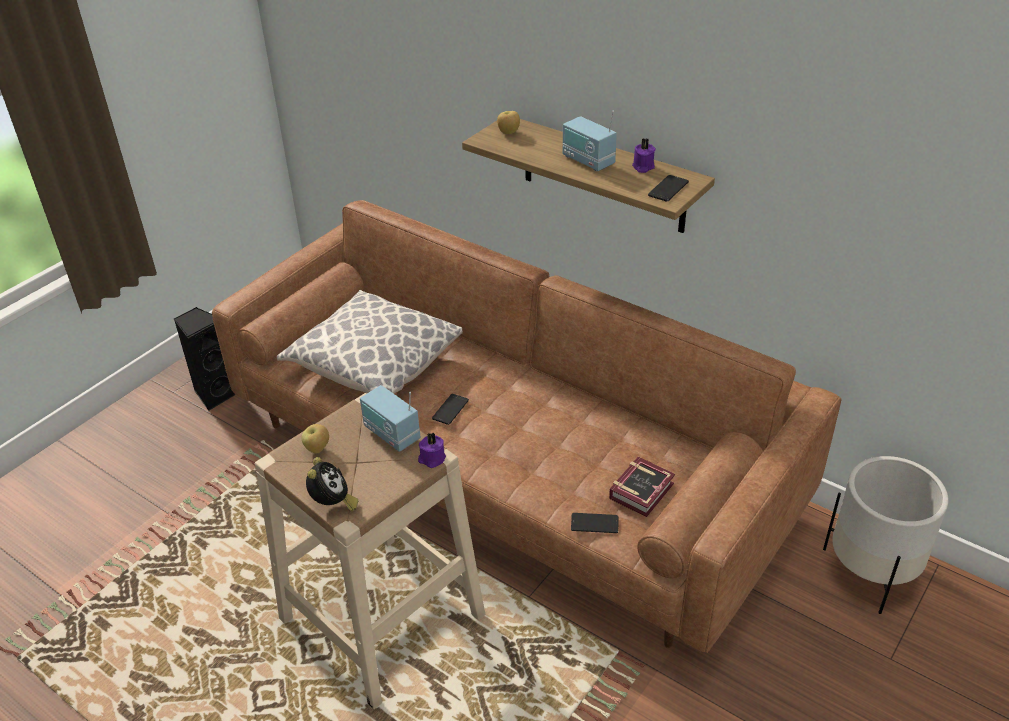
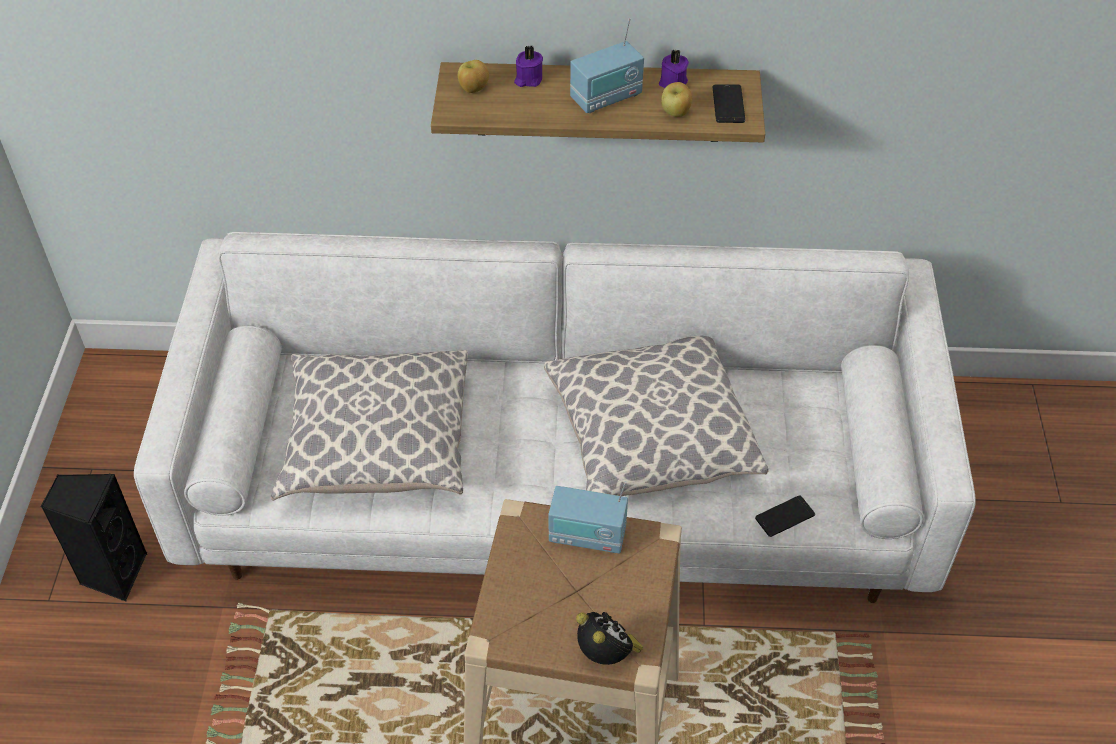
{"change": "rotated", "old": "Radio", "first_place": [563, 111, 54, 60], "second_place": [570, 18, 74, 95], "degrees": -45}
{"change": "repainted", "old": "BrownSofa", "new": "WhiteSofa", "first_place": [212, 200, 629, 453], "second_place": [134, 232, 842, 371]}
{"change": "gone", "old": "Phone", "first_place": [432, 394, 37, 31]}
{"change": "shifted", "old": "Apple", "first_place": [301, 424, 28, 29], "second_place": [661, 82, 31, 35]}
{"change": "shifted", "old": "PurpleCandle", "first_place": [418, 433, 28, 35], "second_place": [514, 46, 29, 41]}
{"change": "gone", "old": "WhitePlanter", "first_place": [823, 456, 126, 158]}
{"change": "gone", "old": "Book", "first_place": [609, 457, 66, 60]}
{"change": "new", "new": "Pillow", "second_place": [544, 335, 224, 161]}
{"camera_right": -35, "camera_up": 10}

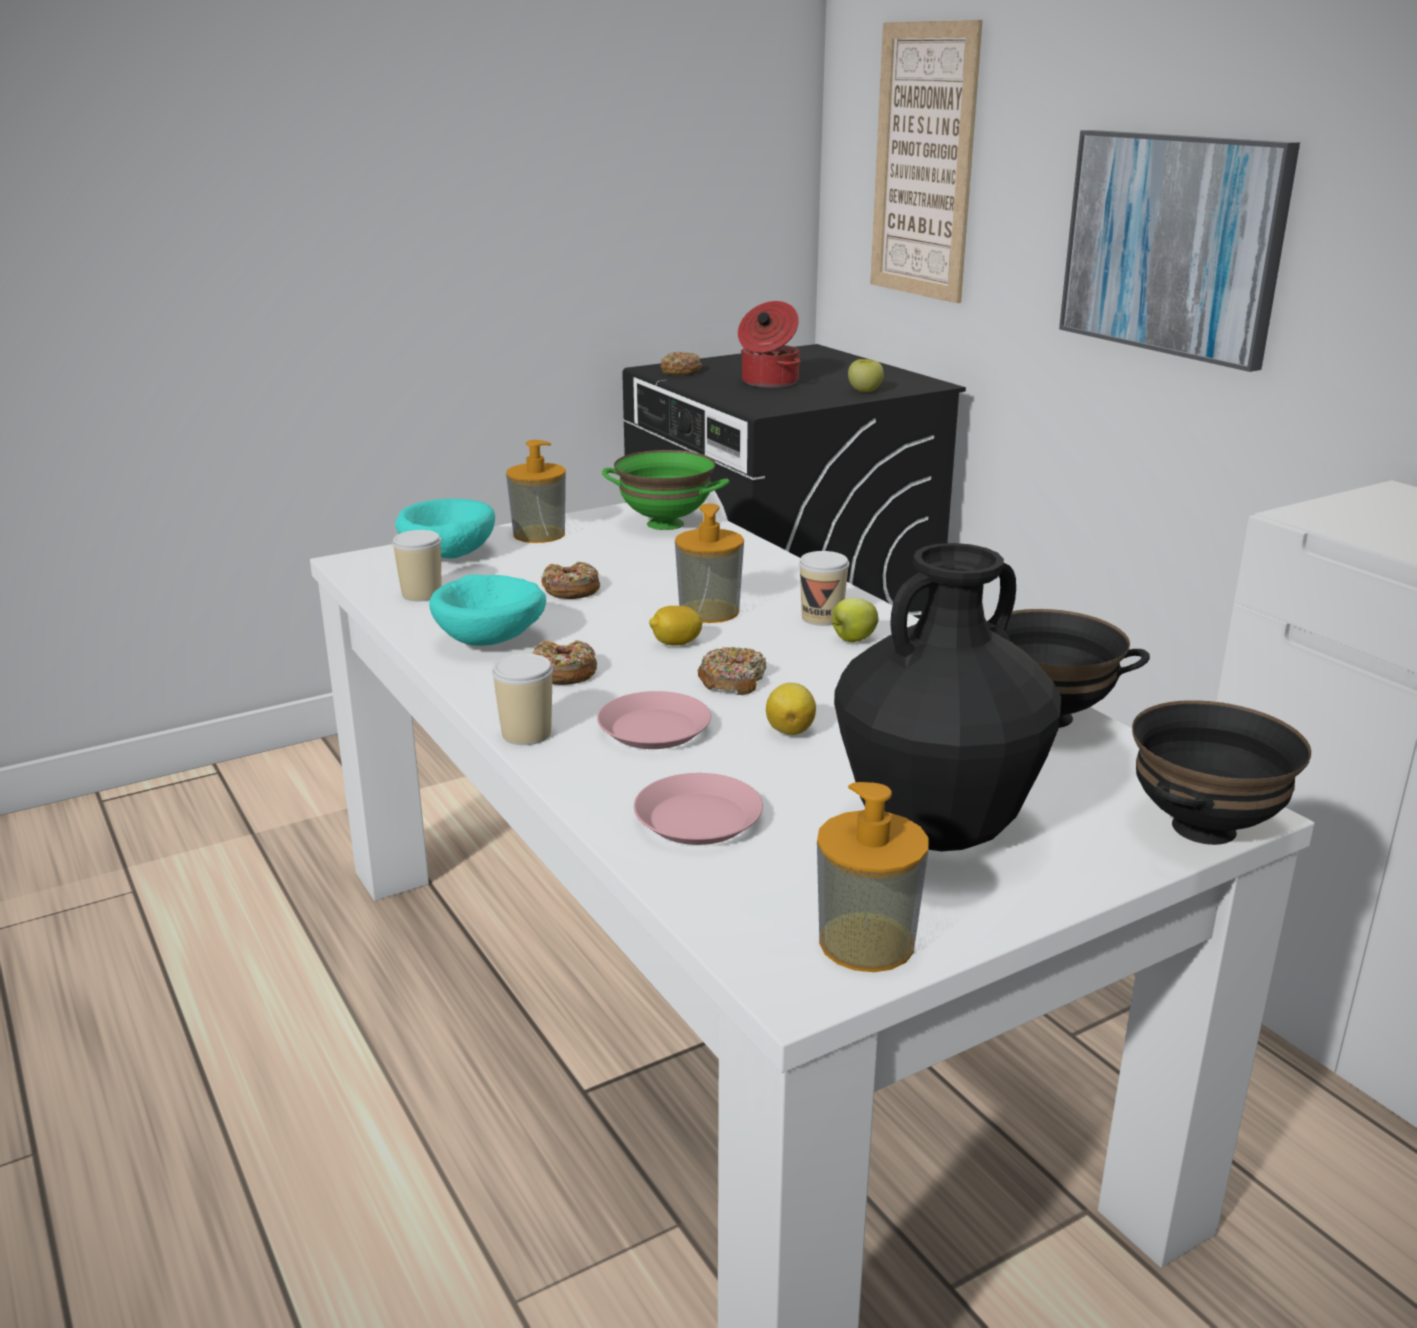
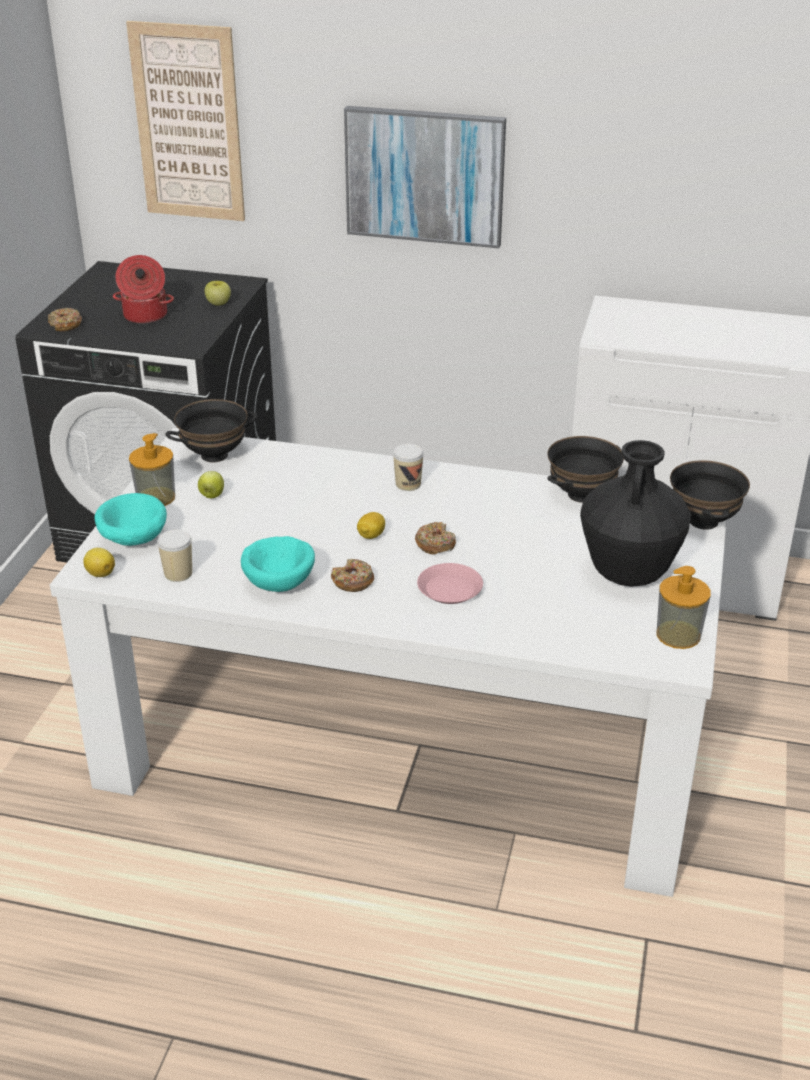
{"change": "repainted", "old": "GreenBowl", "new": "BlackBowl", "first_place": [602, 450, 127, 80], "second_place": [165, 399, 92, 63]}
{"change": "gone", "old": "SoapDispenser", "first_place": [675, 503, 69, 120]}
{"change": "gone", "old": "Donut", "first_place": [541, 561, 59, 38]}
{"change": "shifted", "old": "Apple", "first_place": [832, 597, 46, 45], "second_place": [198, 471, 26, 27]}
{"change": "gone", "old": "Cup", "first_place": [492, 654, 61, 91]}
{"change": "shifted", "old": "Lemon", "first_place": [766, 683, 50, 52], "second_place": [83, 548, 32, 29]}
{"change": "gone", "old": "PinkPlate", "first_place": [634, 773, 129, 72]}
{"camera_right": -45, "camera_up": 10}

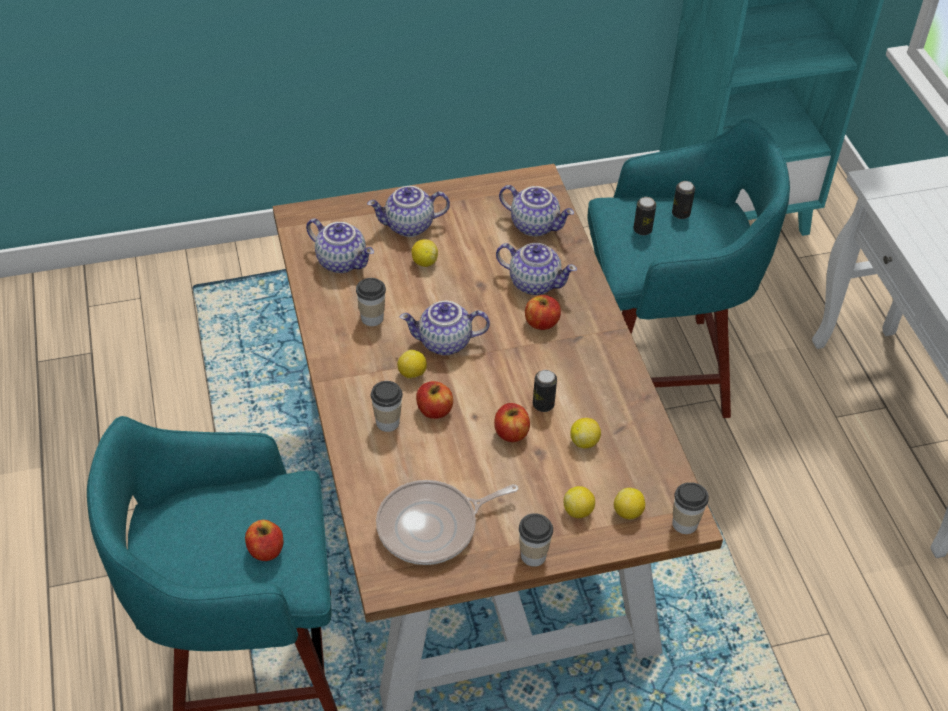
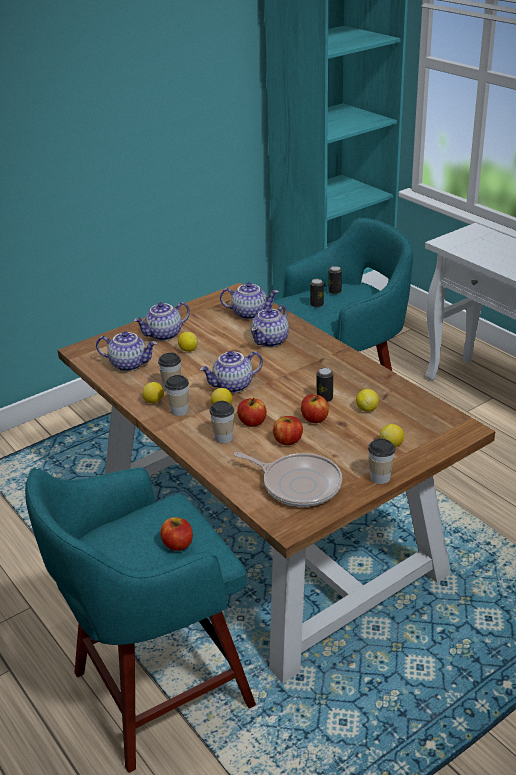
{"change": "rotated", "old": "Teapot", "first_place": [496, 243, 81, 52], "second_place": [251, 305, 38, 42], "degrees": 120}
{"change": "shifted", "old": "Apple", "first_place": [525, 295, 36, 35], "second_place": [273, 416, 30, 29]}
{"change": "rotated", "old": "FryingPan", "first_place": [376, 480, 143, 85], "second_place": [234, 452, 108, 55], "degrees": -105}
{"change": "shifted", "old": "Cup", "first_place": [672, 482, 37, 52], "second_place": [165, 375, 24, 41]}
{"change": "shifted", "old": "Lemon", "first_place": [614, 488, 31, 32], "second_place": [142, 382, 22, 22]}
{"camera_right": -20, "camera_up": -15}

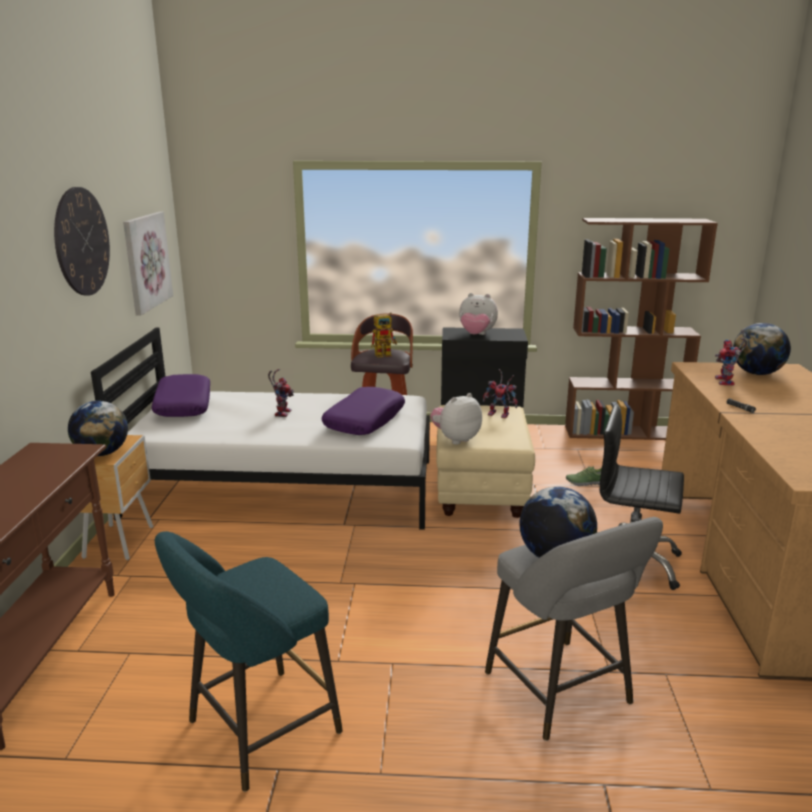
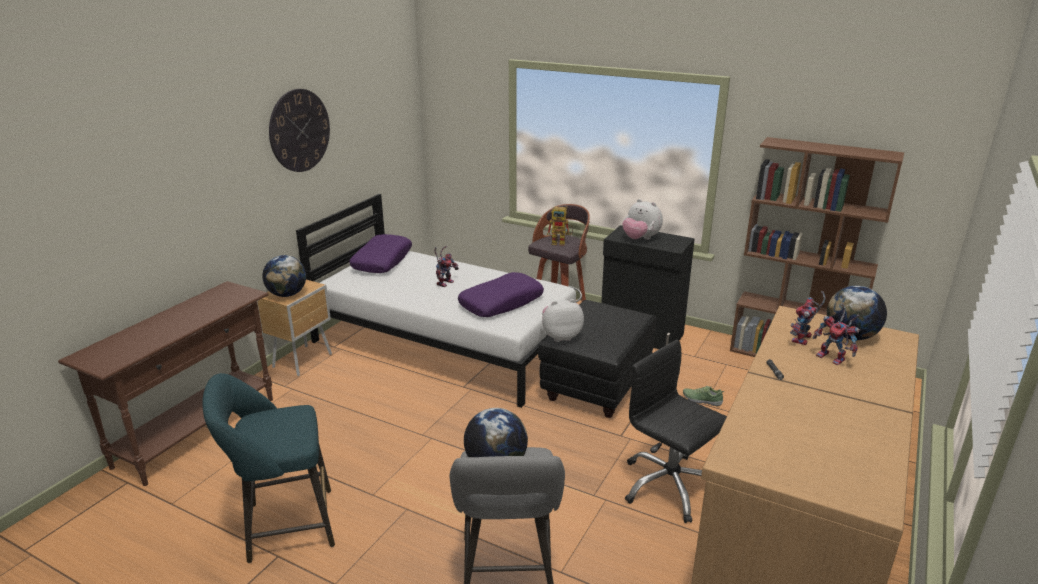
{"change": "gone", "old": "Picture", "first_place": [123, 212, 50, 104]}
{"change": "shifted", "old": "ToyRobot", "first_place": [483, 369, 35, 49], "second_place": [813, 303, 47, 62]}
{"change": "repainted", "old": "BeigeOttoman", "new": "BlackOttoman", "first_place": [436, 405, 99, 113], "second_place": [538, 300, 119, 118]}
{"camera_right": 25, "camera_up": 5}

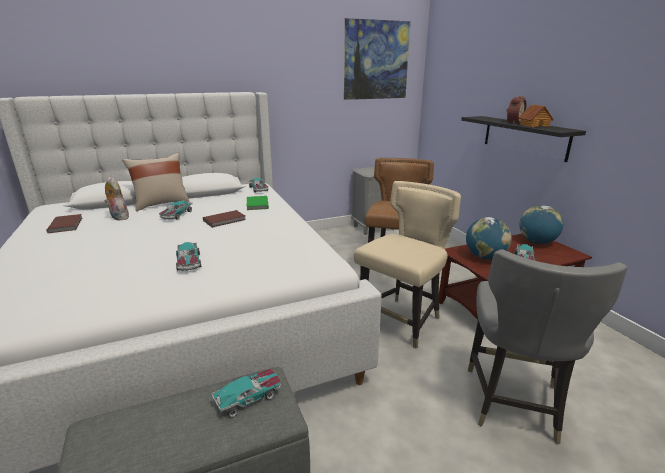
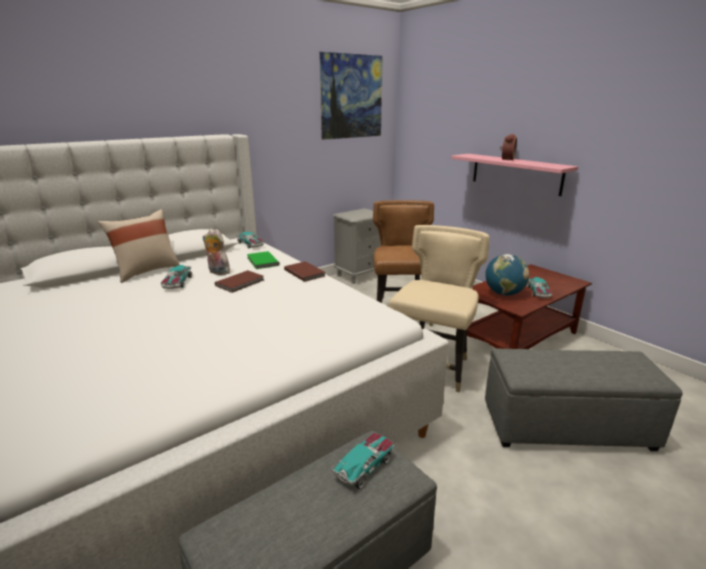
{"change": "gone", "old": "ToyHouse", "first_place": [518, 104, 36, 23]}
{"change": "repainted", "old": "BlackShelf", "new": "PinkShelf", "first_place": [461, 116, 125, 46], "second_place": [451, 154, 127, 42]}
{"change": "shifted", "old": "PlushToy", "first_place": [104, 177, 25, 43], "second_place": [203, 229, 27, 46]}
{"change": "gone", "old": "Globe", "first_place": [519, 205, 44, 39]}
{"change": "shifted", "old": "BrownBook", "first_place": [46, 214, 36, 19], "second_place": [284, 261, 41, 21]}
{"change": "gone", "old": "ToyCar", "first_place": [176, 242, 25, 29]}
{"change": "swapped", "old": "GreyChair", "new": "GreyOttoman", "first_place": [468, 249, 160, 195], "second_place": [485, 349, 198, 102]}
{"camera_right": -15, "camera_up": 0}

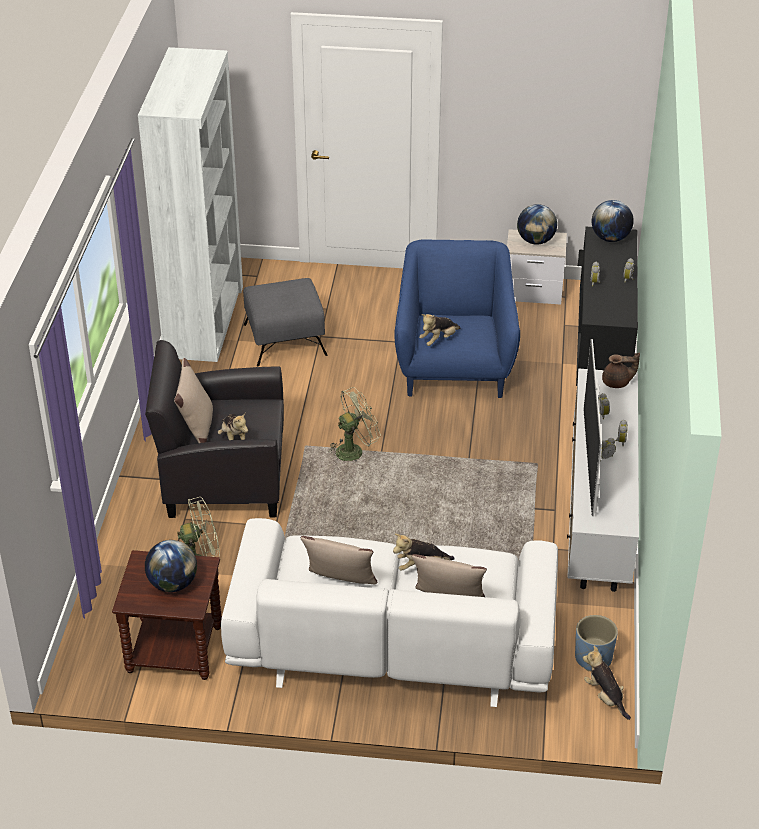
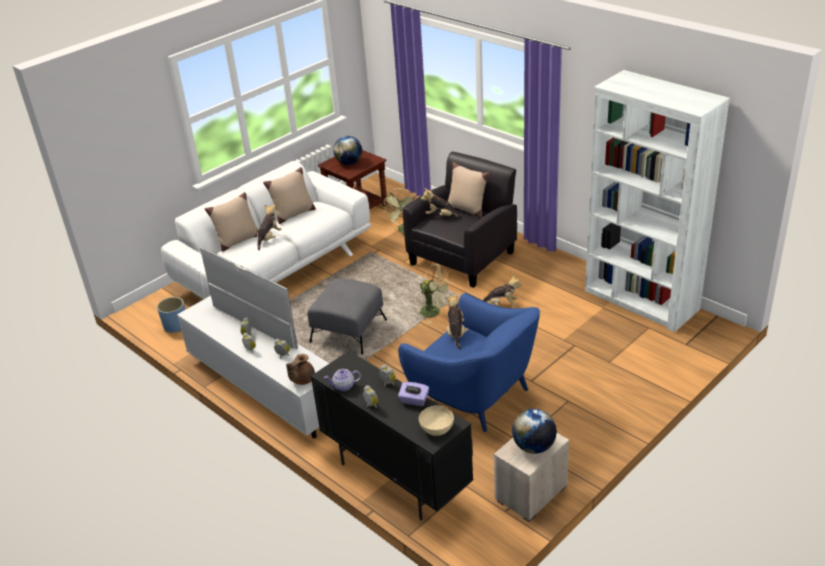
{"change": "swapped", "old": "Globe", "new": "BeigeBowl", "first_place": [592, 200, 42, 42], "second_place": [419, 406, 35, 30]}
{"change": "shifted", "old": "GreyOttoman", "first_place": [243, 278, 84, 89], "second_place": [307, 278, 80, 76]}
{"change": "rotated", "old": "GreenFan", "first_place": [329, 387, 52, 75], "second_place": [420, 265, 31, 58], "degrees": -75}
{"change": "shifted", "old": "PlushToy", "first_place": [583, 646, 48, 74], "second_place": [482, 275, 40, 31]}
{"change": "new", "new": "Teapot", "second_place": [324, 369, 37, 22]}
{"change": "new", "new": "PurpleTissueBox", "second_place": [398, 382, 31, 24]}
{"camera_right": 130, "camera_up": -5}

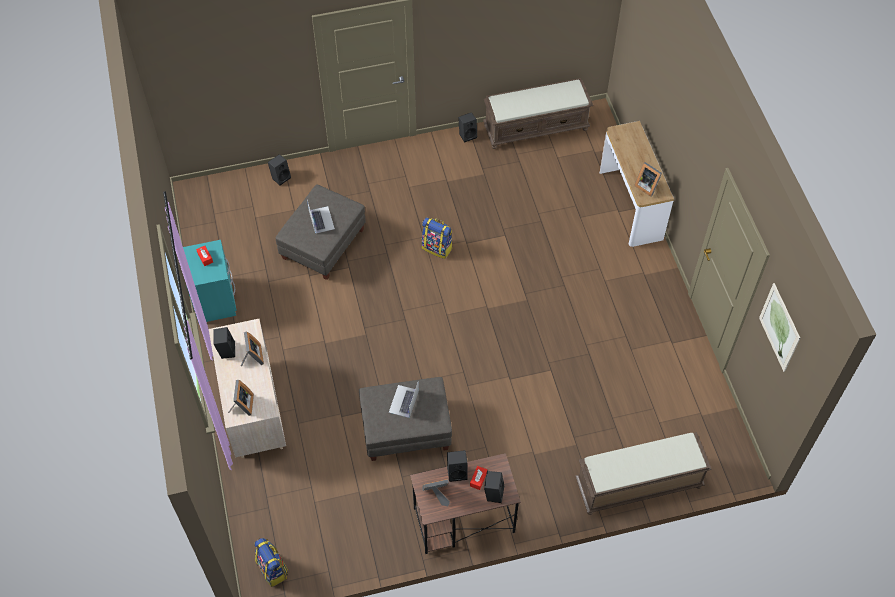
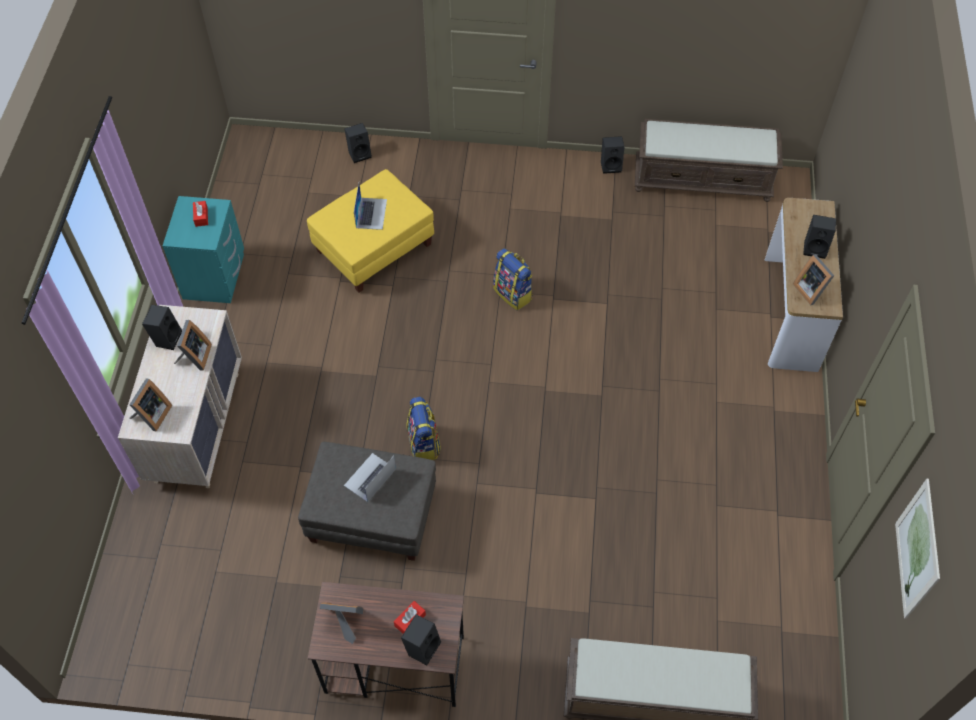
{"change": "repainted", "old": "GreyOttoman", "new": "YellowOttoman", "first_place": [275, 184, 91, 96], "second_place": [307, 169, 127, 124]}
{"change": "shifted", "old": "BlackSpeaker", "first_place": [447, 450, 21, 32], "second_place": [803, 215, 33, 44]}
{"change": "shifted", "old": "Backpack", "first_place": [254, 538, 34, 49], "second_place": [406, 397, 35, 63]}
{"camera_right": 20, "camera_up": 0}

